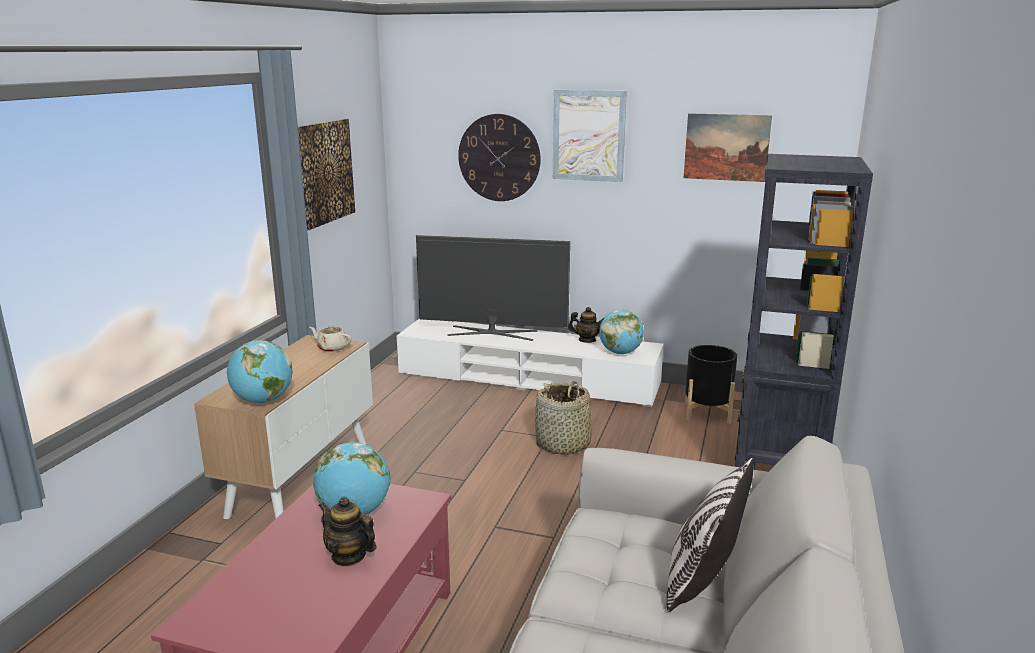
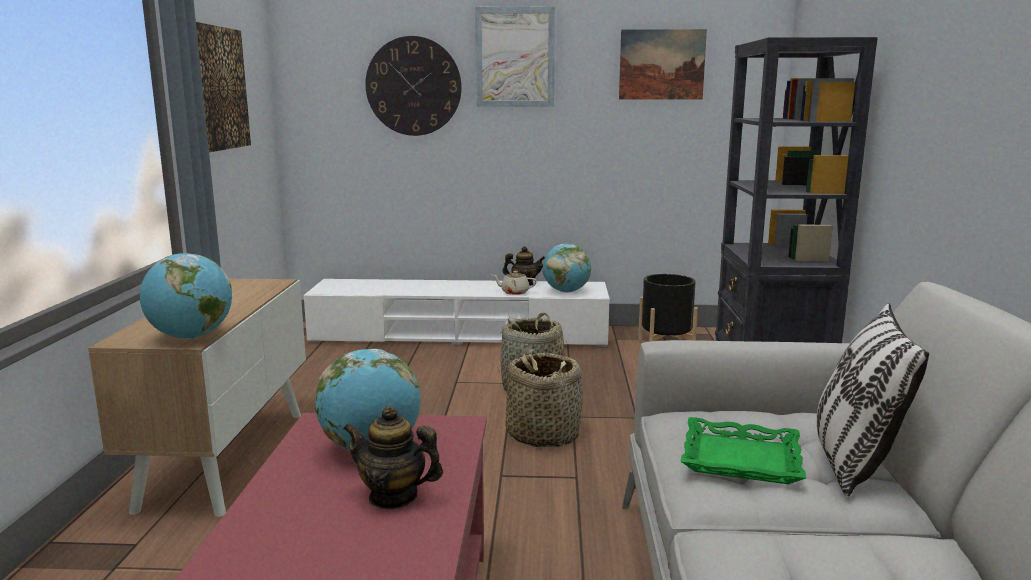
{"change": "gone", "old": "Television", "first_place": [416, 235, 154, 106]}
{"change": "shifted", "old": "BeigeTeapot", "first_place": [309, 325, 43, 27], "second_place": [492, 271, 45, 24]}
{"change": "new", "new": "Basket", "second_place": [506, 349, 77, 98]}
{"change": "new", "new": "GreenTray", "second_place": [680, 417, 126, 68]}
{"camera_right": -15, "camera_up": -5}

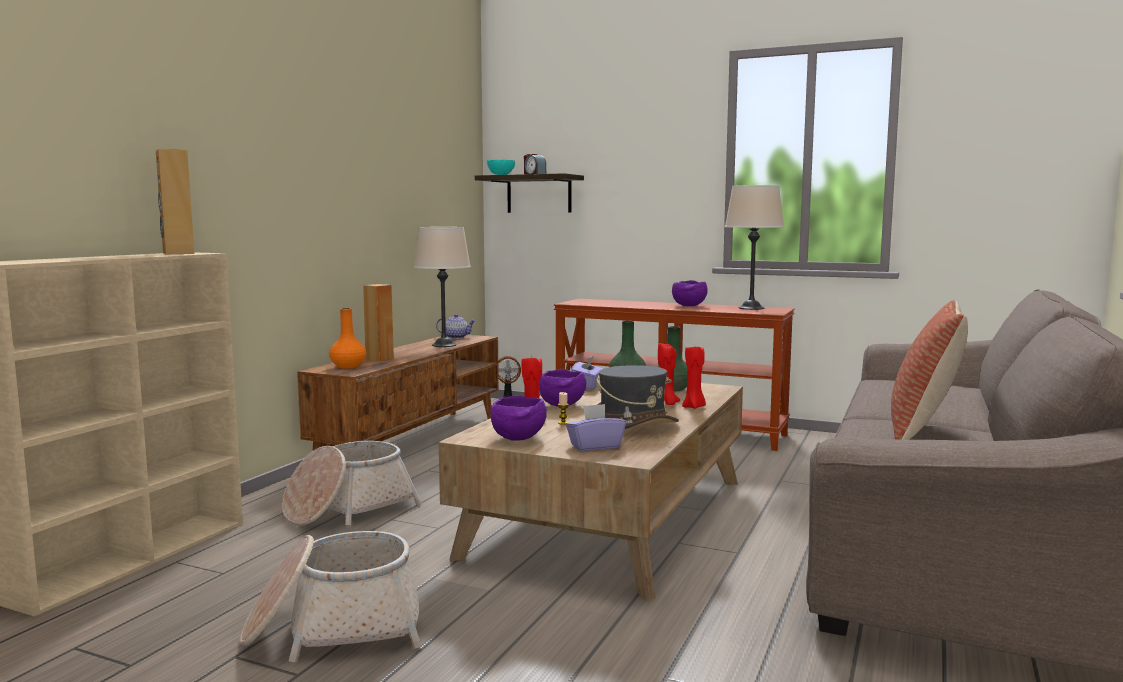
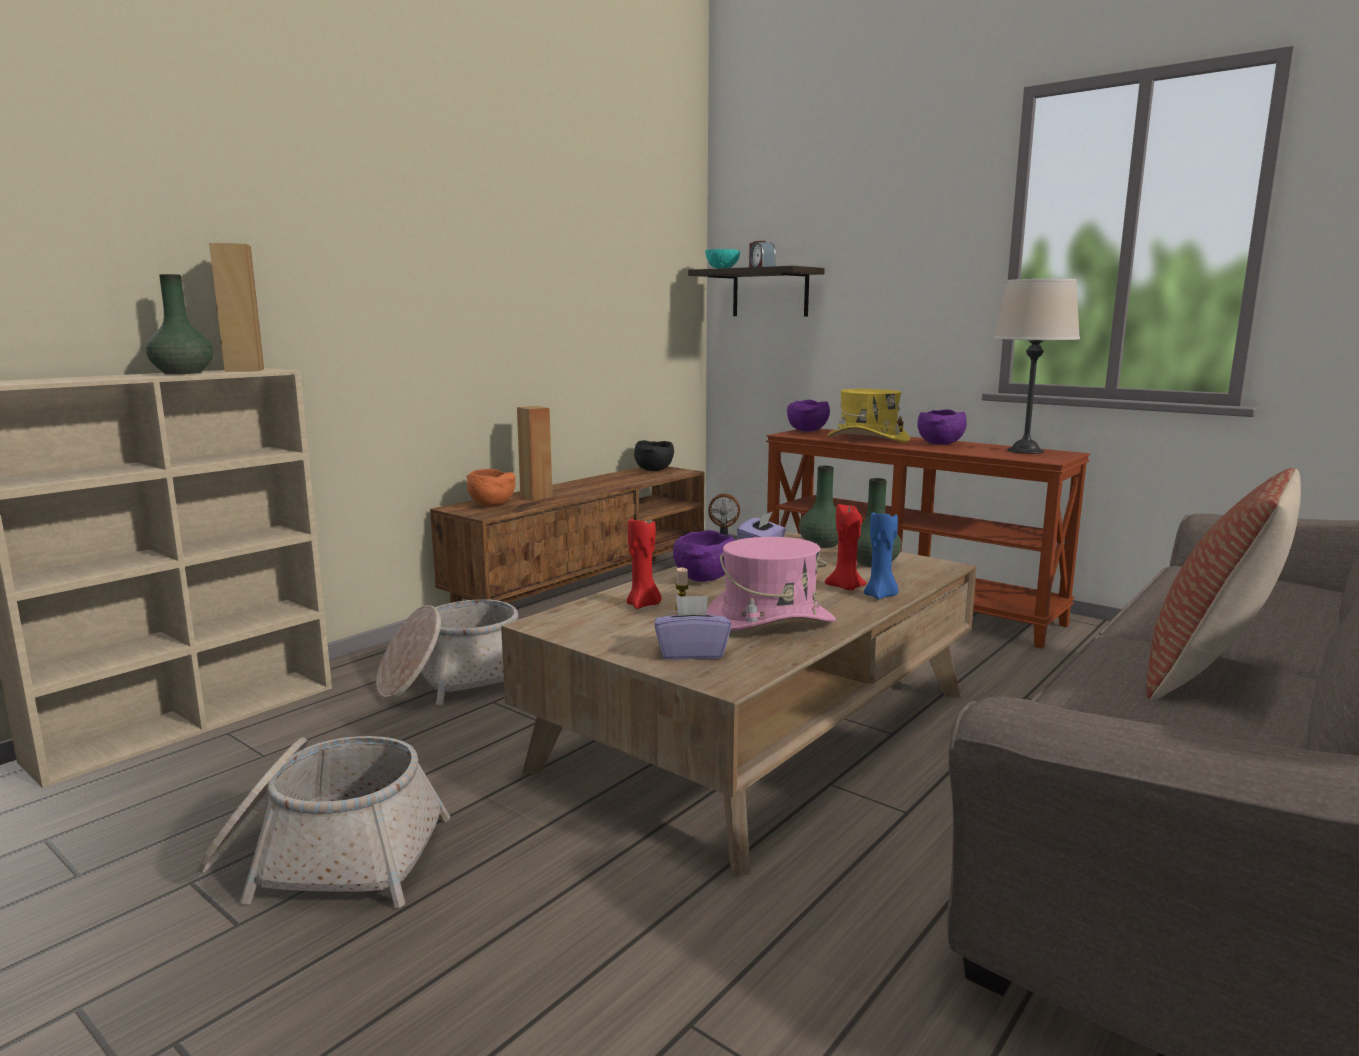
{"change": "gone", "old": "BeigeTableLamp", "first_place": [414, 227, 57, 120]}
{"change": "swapped", "old": "OrangeVase", "new": "OrangeBowl", "first_place": [329, 308, 37, 61], "second_place": [466, 469, 50, 38]}
{"change": "swapped", "old": "Teapot", "new": "BlackBowl", "first_place": [436, 314, 40, 25], "second_place": [634, 440, 40, 31]}
{"change": "repainted", "old": "RedCandle", "new": "BlueCandle", "first_place": [682, 347, 24, 62], "second_place": [864, 509, 34, 90]}
{"change": "repainted", "old": "GreyHat", "new": "PinkHat", "first_place": [596, 365, 83, 64], "second_place": [706, 537, 130, 94]}
{"change": "shifted", "old": "PurpleBowl", "first_place": [490, 395, 57, 46], "second_place": [787, 400, 43, 31]}
{"change": "new", "new": "GreenVase", "second_place": [146, 274, 67, 100]}
{"change": "new", "new": "YellowHat", "second_place": [828, 389, 82, 53]}
{"camera_right": 15, "camera_up": 5}

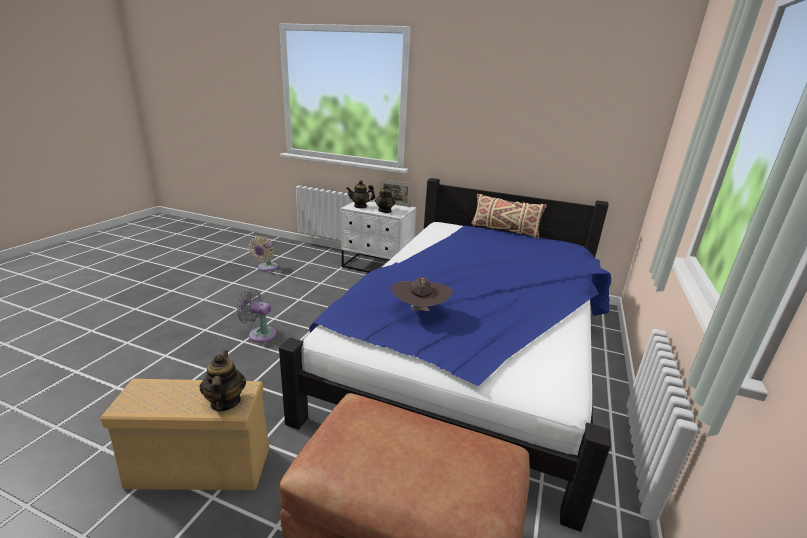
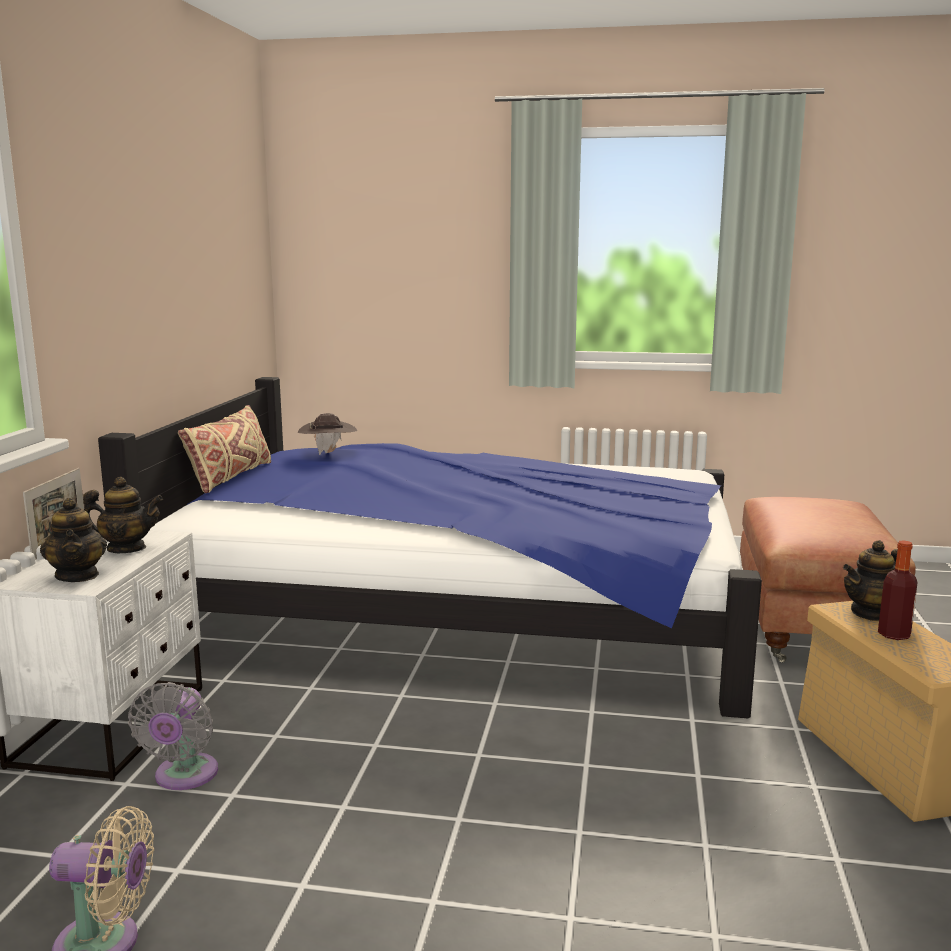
{"change": "shifted", "old": "BrownHat", "first_place": [391, 277, 62, 34], "second_place": [297, 413, 60, 42]}
{"change": "shifted", "old": "GreyFan", "first_place": [236, 289, 40, 53], "second_place": [128, 682, 90, 108]}
{"change": "new", "new": "Bottle", "second_place": [878, 540, 40, 100]}
{"camera_right": -100, "camera_up": -10}

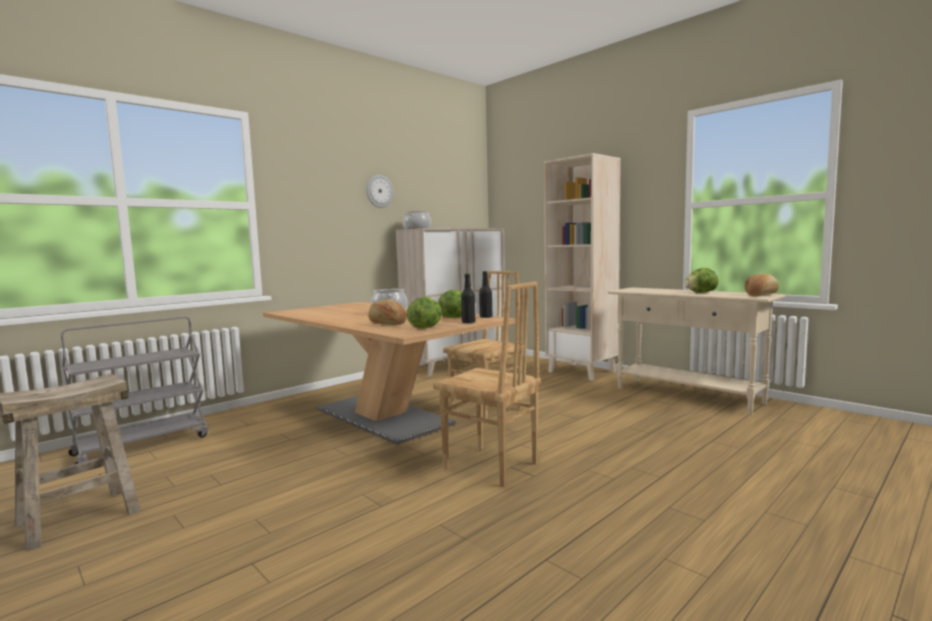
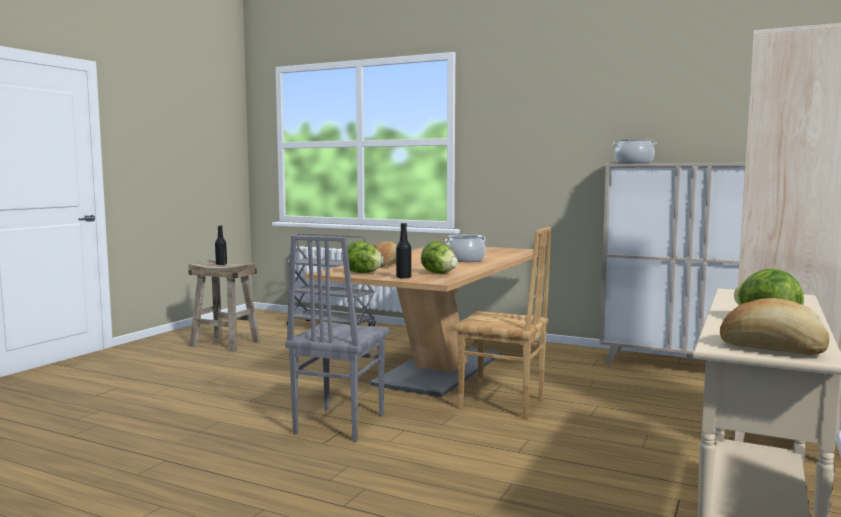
{"change": "gone", "old": "WallClock", "first_place": [367, 175, 26, 33]}
{"change": "shifted", "old": "BlackBottle", "first_place": [479, 271, 13, 47], "second_place": [215, 225, 12, 40]}
{"change": "repainted", "old": "BrownChair", "new": "GreyChair", "first_place": [433, 282, 108, 205], "second_place": [285, 235, 105, 207]}
{"camera_right": 70, "camera_up": 0}

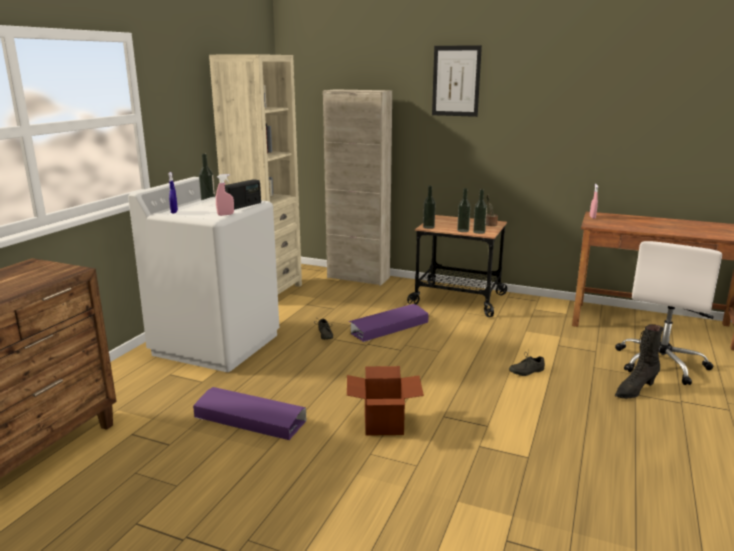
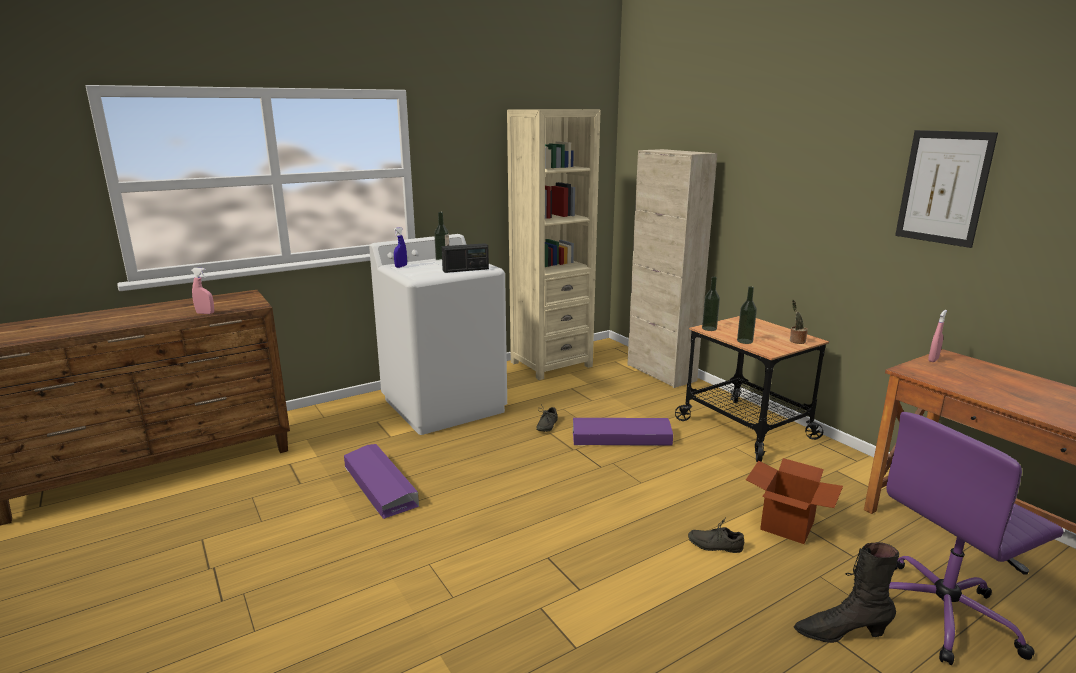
{"change": "shifted", "old": "Picture", "first_place": [432, 45, 50, 72], "second_place": [895, 130, 103, 118]}
{"change": "shifted", "old": "PinkSprayBottle", "first_place": [216, 174, 18, 42], "second_place": [191, 268, 23, 46]}
{"change": "gone", "old": "Bottle", "first_place": [473, 189, 14, 45]}
{"change": "repainted", "old": "WhiteOfficeChair", "new": "PurpleOfficeChair", "first_place": [615, 241, 107, 144], "second_place": [886, 412, 178, 253]}
{"change": "shifted", "old": "CardboardBox", "first_place": [347, 366, 77, 70], "second_place": [746, 458, 97, 86]}
{"camera_right": 35, "camera_up": 0}

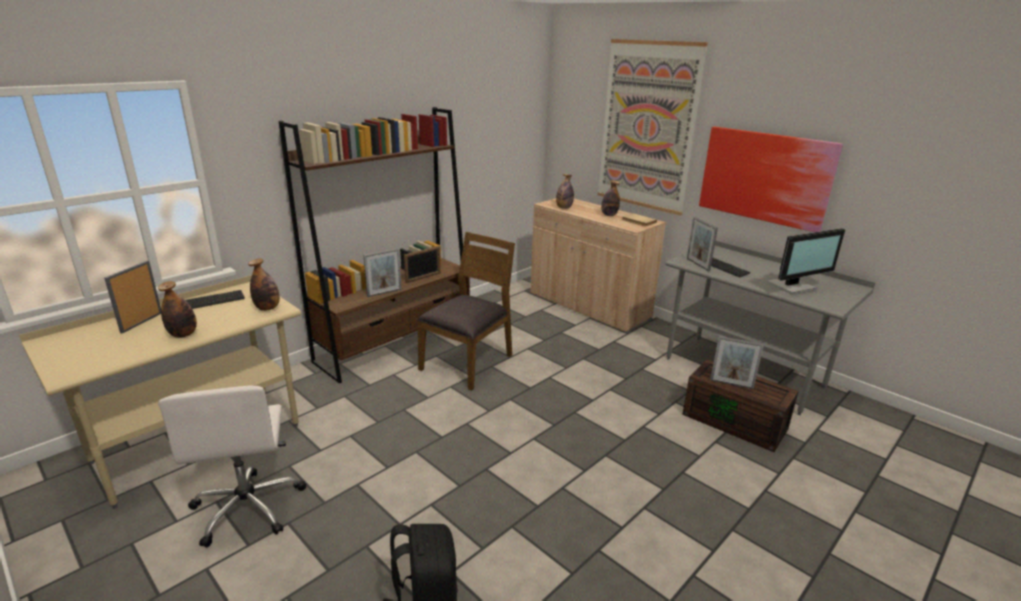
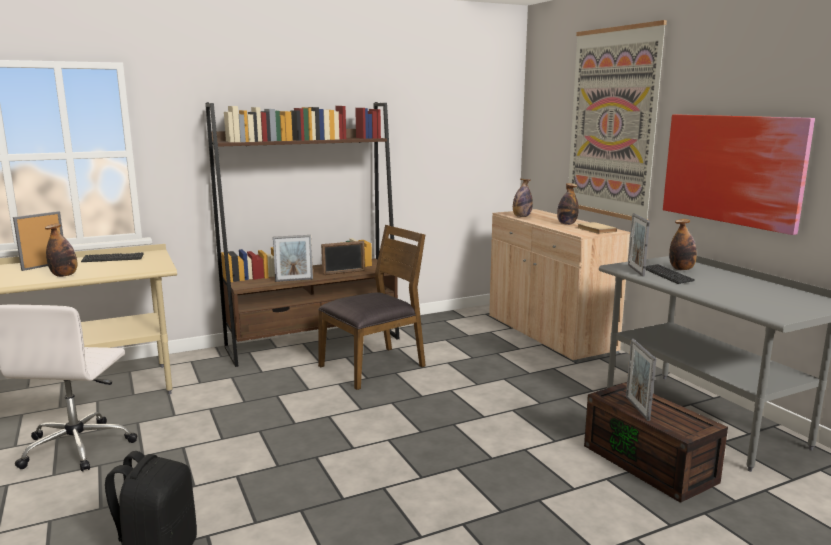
{"change": "gone", "old": "Monitor", "first_place": [766, 228, 79, 67]}
{"change": "shifted", "old": "Bottle", "first_place": [248, 258, 32, 53], "second_place": [669, 219, 28, 51]}
{"change": "rotated", "old": "PictureFrame", "first_place": [710, 336, 54, 53], "second_place": [626, 339, 30, 82], "degrees": 45}
{"camera_right": 20, "camera_up": -10}

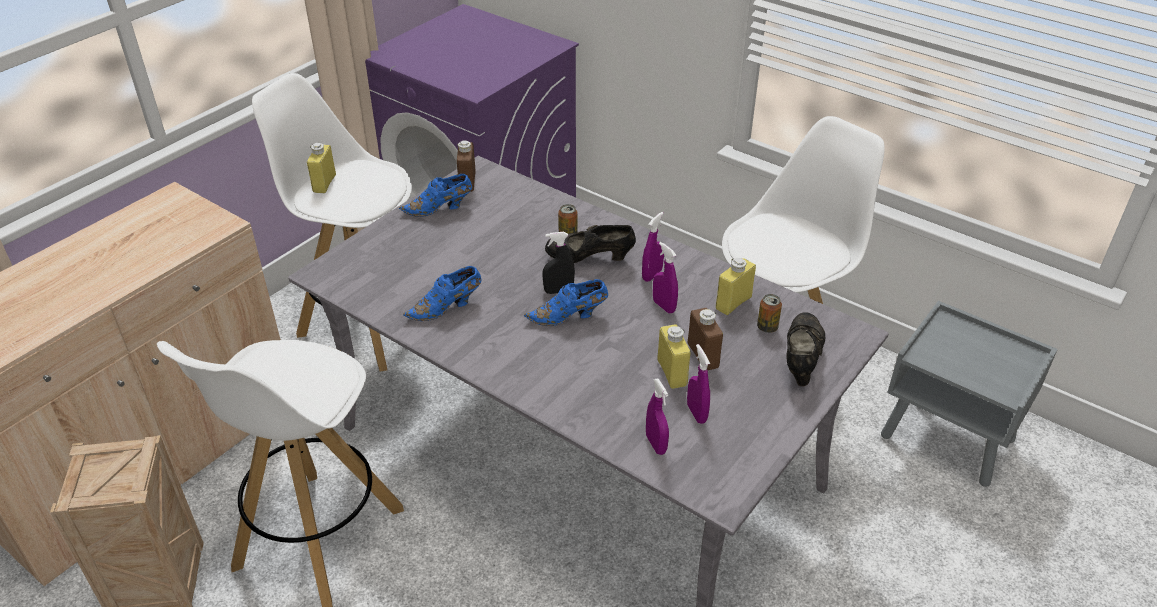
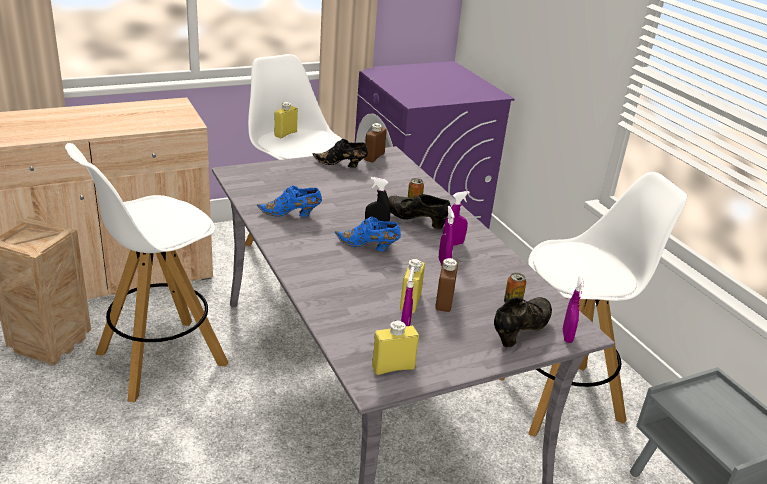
{"change": "repainted", "old": "BlueShoe", "new": "BlackShoe", "first_place": [399, 174, 73, 43], "second_place": [313, 139, 55, 29]}
{"change": "shifted", "old": "YellowBottle", "first_place": [716, 258, 40, 57], "second_place": [372, 320, 47, 55]}
{"change": "shifted", "old": "PurpleSprayBottle", "first_place": [646, 378, 23, 77], "second_place": [563, 276, 21, 67]}
{"camera_right": 25, "camera_up": -10}

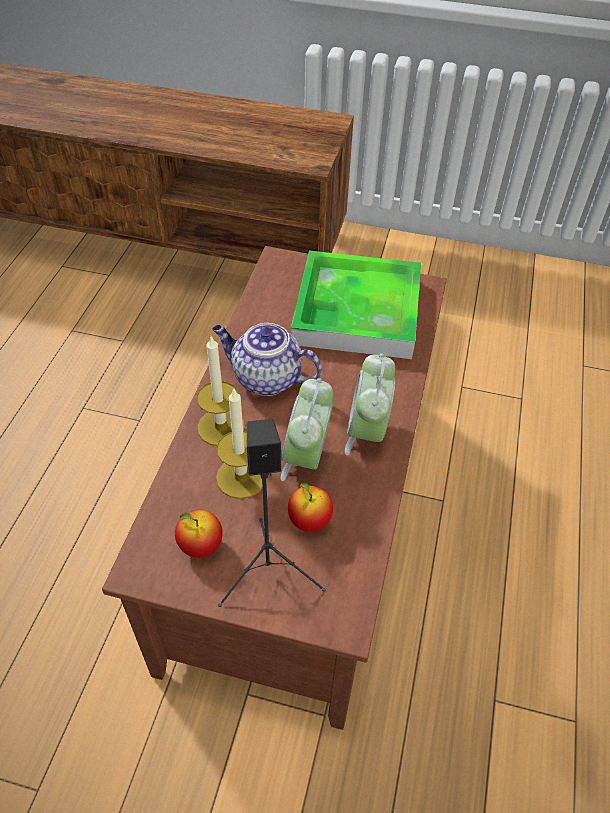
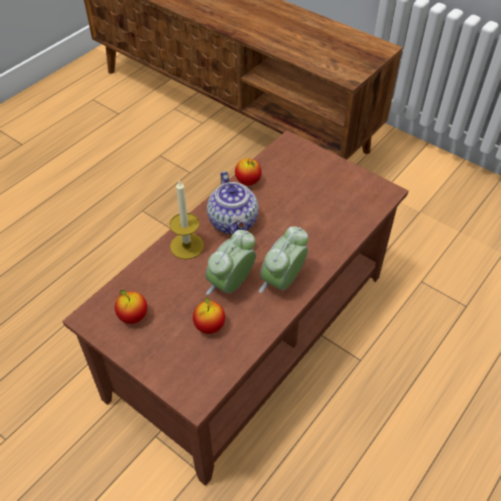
{"change": "gone", "old": "Tray", "first_place": [291, 250, 130, 109]}
{"change": "rotated", "old": "Teapot", "first_place": [212, 323, 110, 73], "second_place": [207, 171, 52, 64], "degrees": -150}
{"change": "gone", "old": "Candle", "first_place": [216, 389, 47, 110]}
{"change": "gone", "old": "BlackSpeaker", "first_place": [218, 419, 108, 188]}
{"change": "new", "new": "Apple", "second_place": [235, 158, 26, 27]}
{"camera_right": 25, "camera_up": 0}

